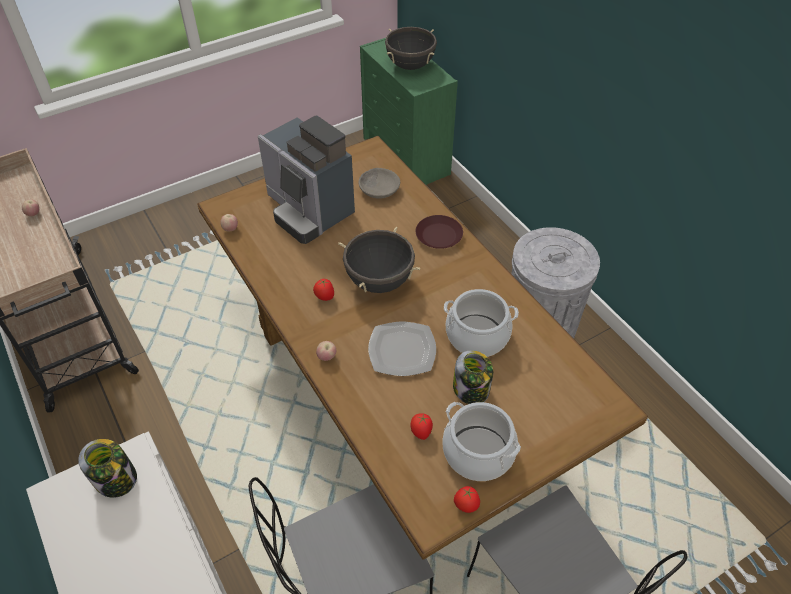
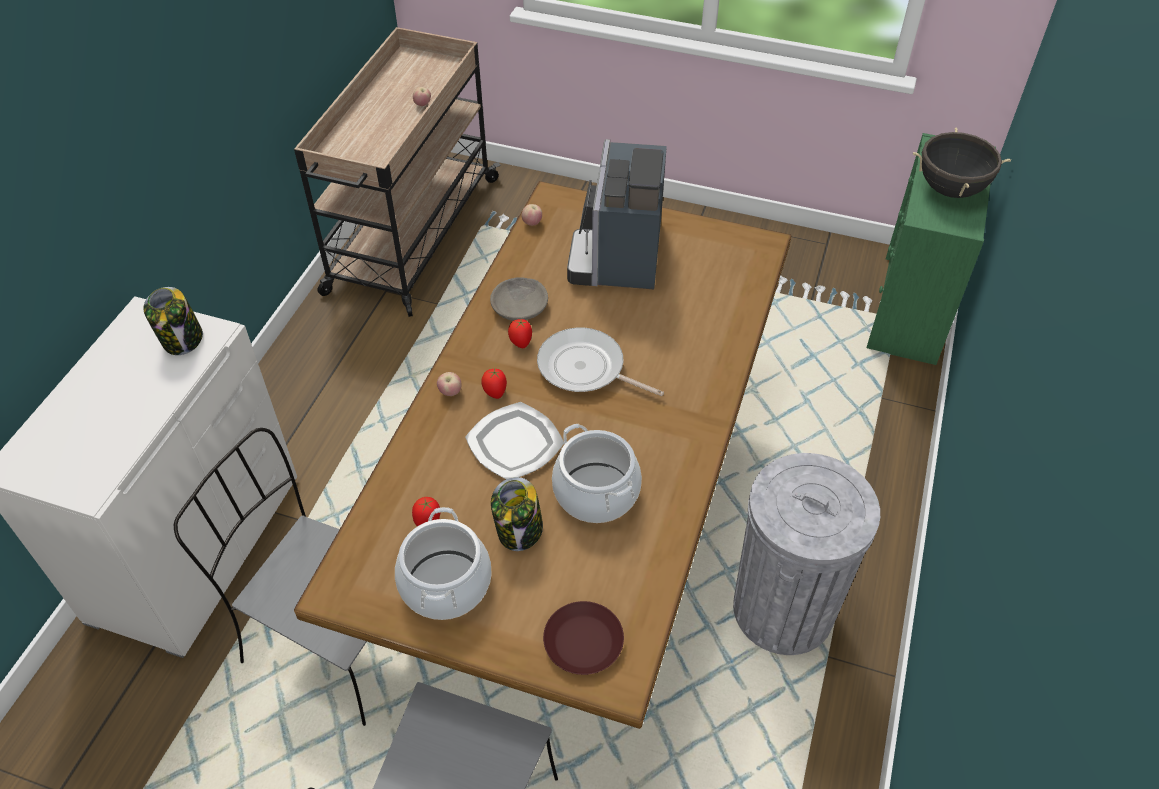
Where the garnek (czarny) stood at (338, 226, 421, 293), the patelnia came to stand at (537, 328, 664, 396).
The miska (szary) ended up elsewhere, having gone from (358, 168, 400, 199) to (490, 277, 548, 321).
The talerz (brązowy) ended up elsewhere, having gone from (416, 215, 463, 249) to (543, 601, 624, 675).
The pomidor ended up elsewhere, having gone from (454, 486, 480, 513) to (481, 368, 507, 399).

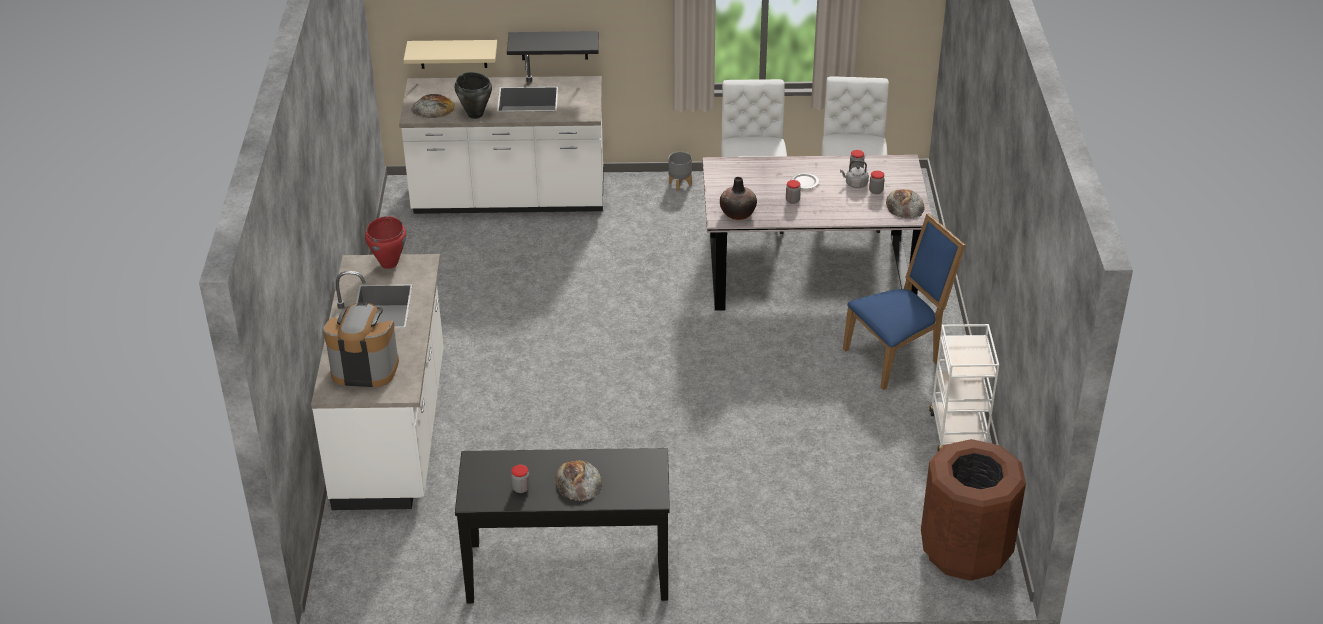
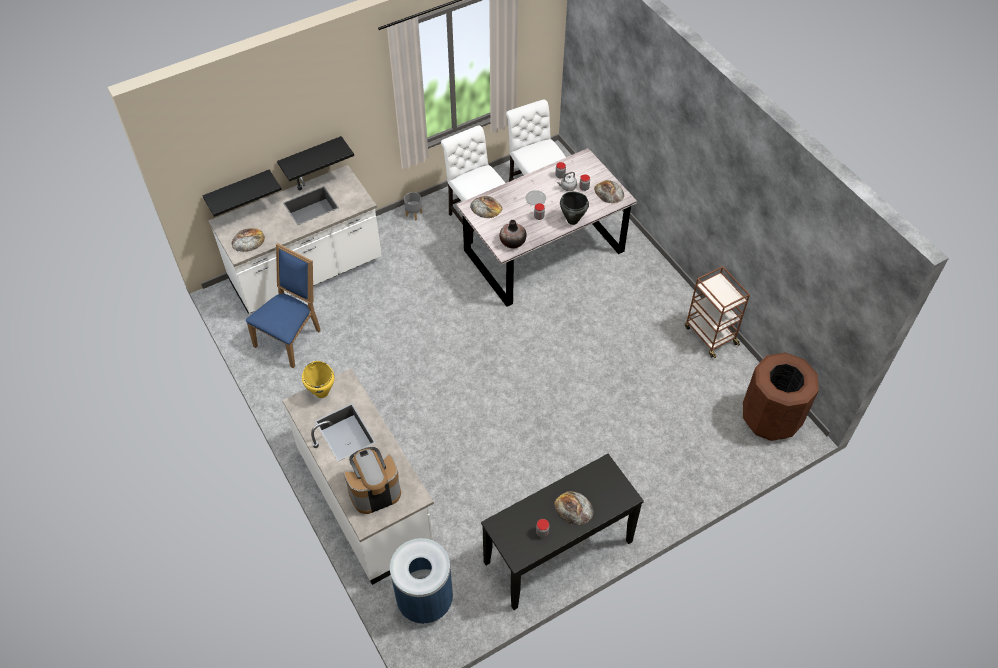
What was the garnek (czerwony) at (365, 216, 406, 269) turned into the garnek (żółty) at (302, 361, 335, 398).
What was the półka (beżowy) at (403, 40, 497, 69) turned into the półka (czarny) at (202, 170, 282, 217).
The garnek (czarny) ended up elsewhere, having gone from (455, 72, 492, 119) to (560, 191, 589, 225).
The krzesło (niebieski) ended up elsewhere, having gone from (843, 214, 966, 390) to (246, 243, 321, 368).
What was the wózek (biały) at (929, 324, 999, 451) turned into the wózek (brązowy) at (685, 266, 750, 359).
The second view gained the kosz na śmieci (niebieski) at (390, 538, 453, 624).
The second view gained the chleb at (470, 196, 502, 218).

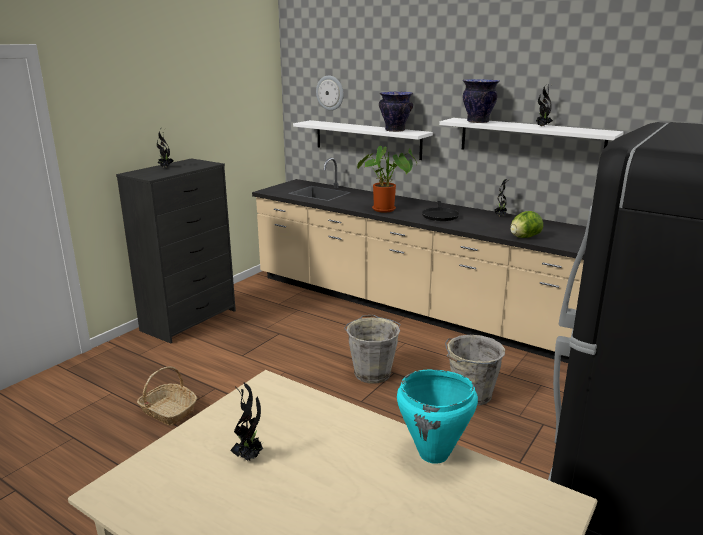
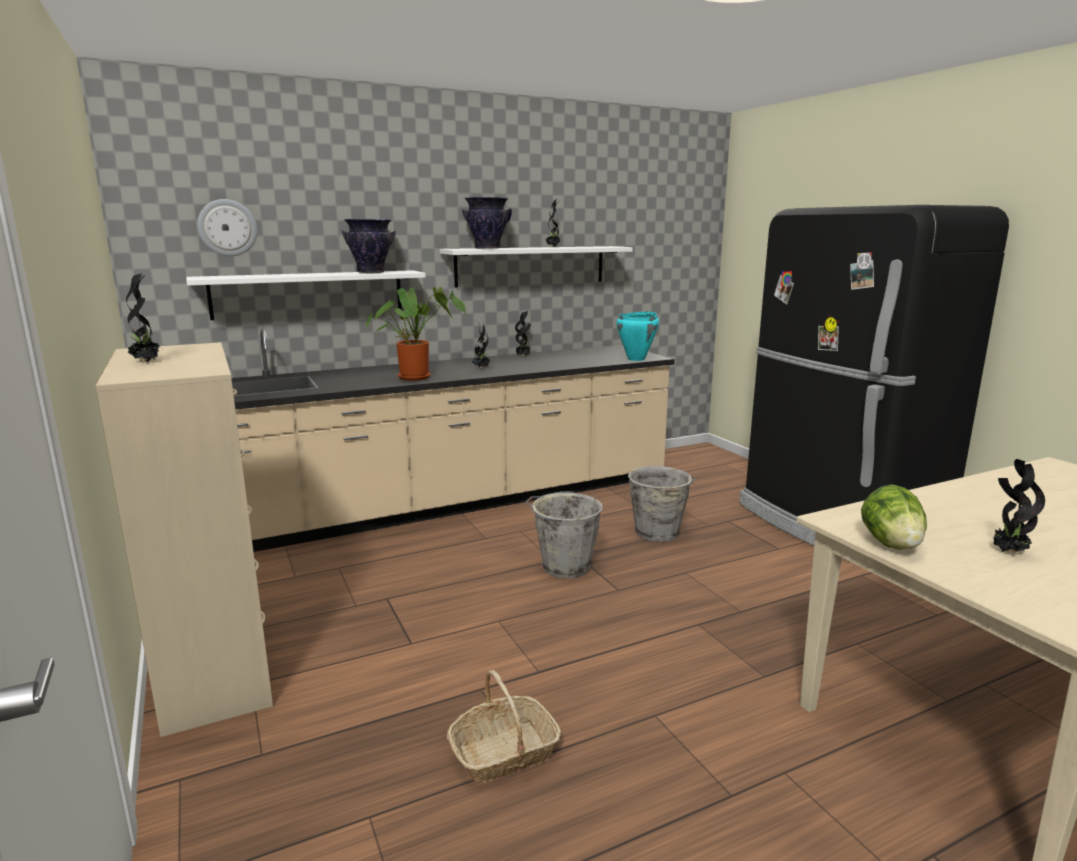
What was the komoda (czarny) at (116, 158, 236, 344) turned into the komoda (beżowy) at (95, 342, 273, 737).
The garnek (turkusowy) ended up elsewhere, having gone from (397, 369, 478, 464) to (617, 312, 659, 361).
Where the patelnia (czarny) stood at (422, 201, 460, 221), the roślina doniczkowa came to stand at (472, 321, 491, 368).
The sałata ended up elsewhere, having gone from (510, 211, 543, 238) to (861, 485, 927, 550).

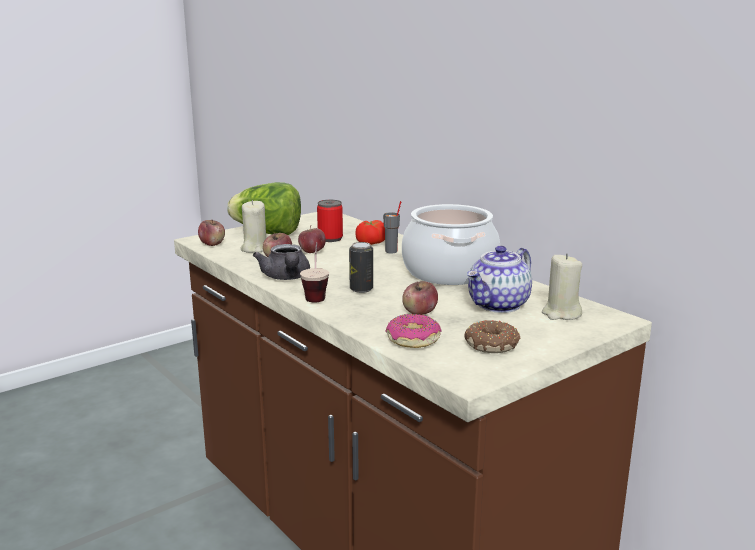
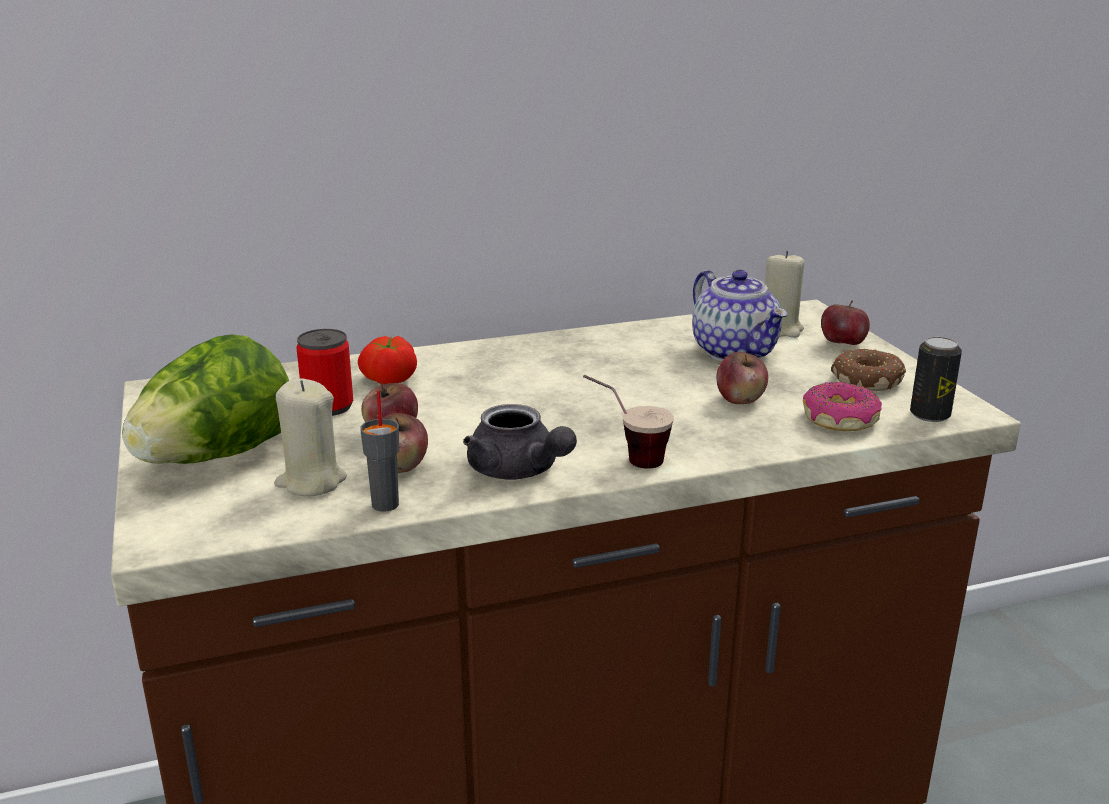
The jabłko ended up elsewhere, having gone from (198, 220, 225, 246) to (821, 300, 870, 345).
The imbryk (szary) at (253, 244, 310, 280) ended up facing another way, 45 degrees clockwise from before.
The puszka ended up elsewhere, having gone from (349, 242, 373, 293) to (910, 337, 962, 422).
The filiżanka (szary) ended up elsewhere, having gone from (383, 201, 402, 254) to (360, 391, 399, 512).
The second view lost the garnek at (402, 204, 500, 285).

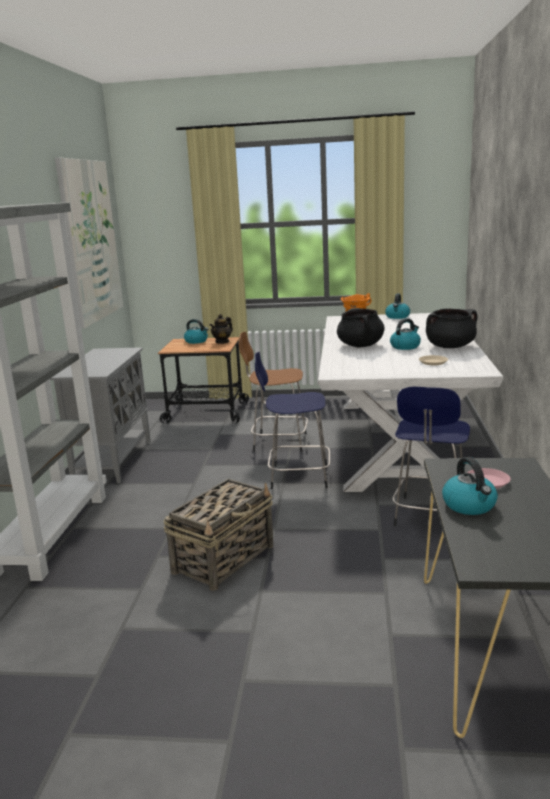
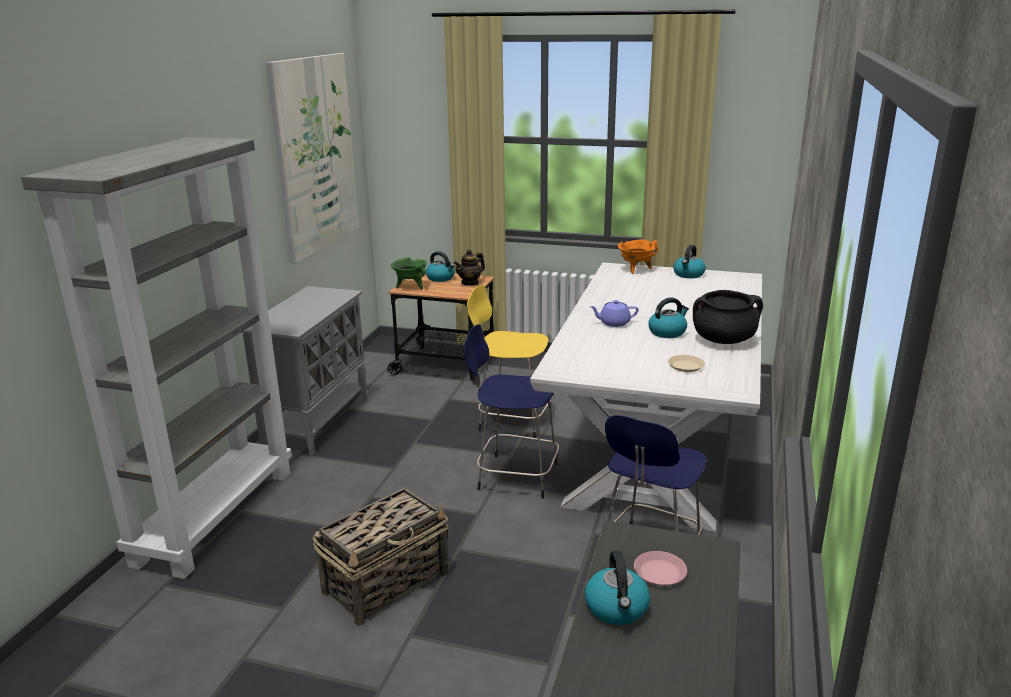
What was the stołek (brązowy) at (239, 332, 308, 452) turned into the stołek (żółty) at (467, 285, 553, 438).
Where the garnek (czarny) stood at (337, 308, 384, 347), the imbryk (fioletowy) came to stand at (589, 300, 639, 327).
The second view gained the garnek (zielony) at (391, 257, 427, 290).

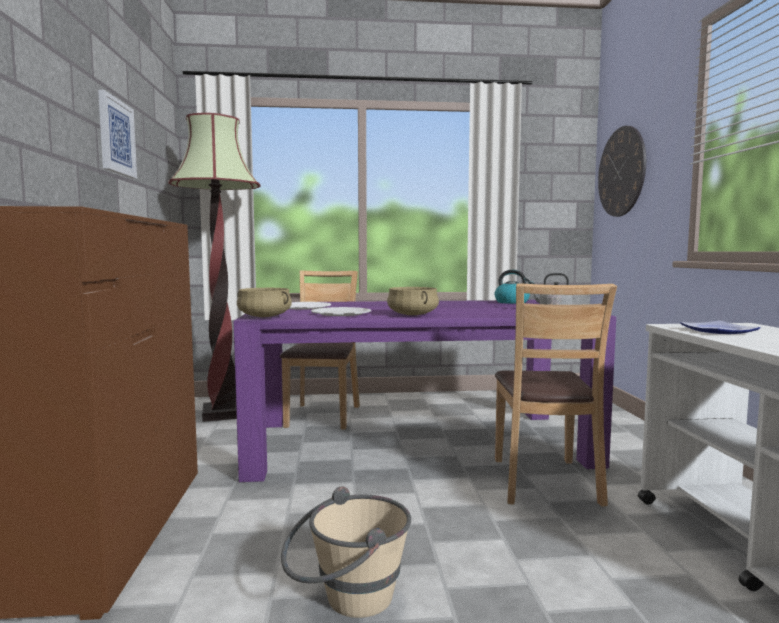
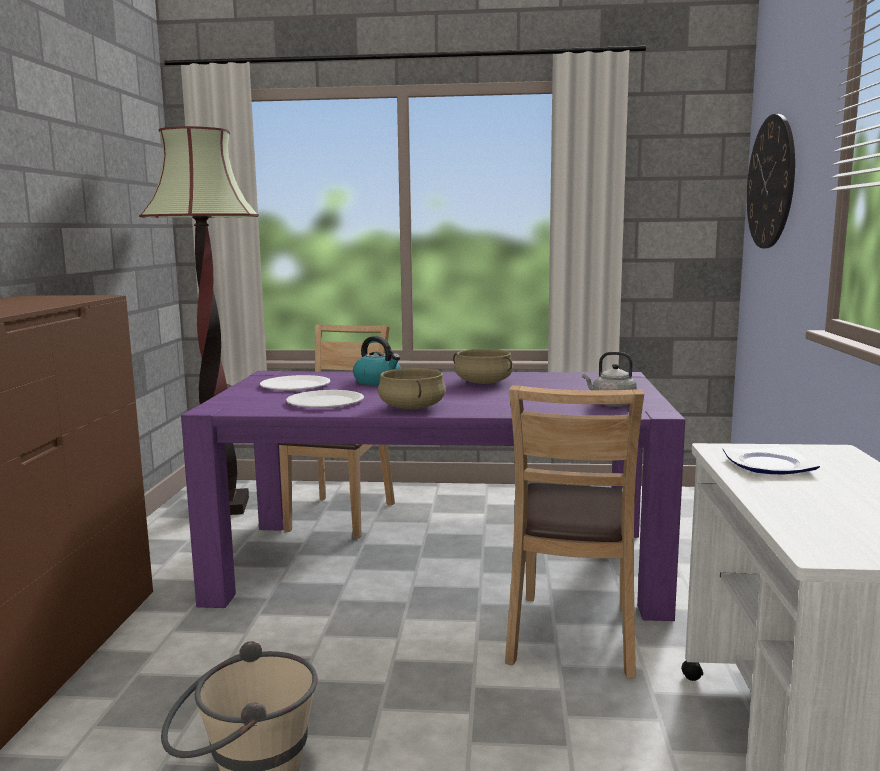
The second view lost the obraz at (98, 90, 137, 179).
The garnek (beżowy) ended up elsewhere, having gone from (237, 288, 292, 317) to (453, 349, 513, 384).
The czajnik ended up elsewhere, having gone from (495, 270, 535, 304) to (353, 336, 401, 385).

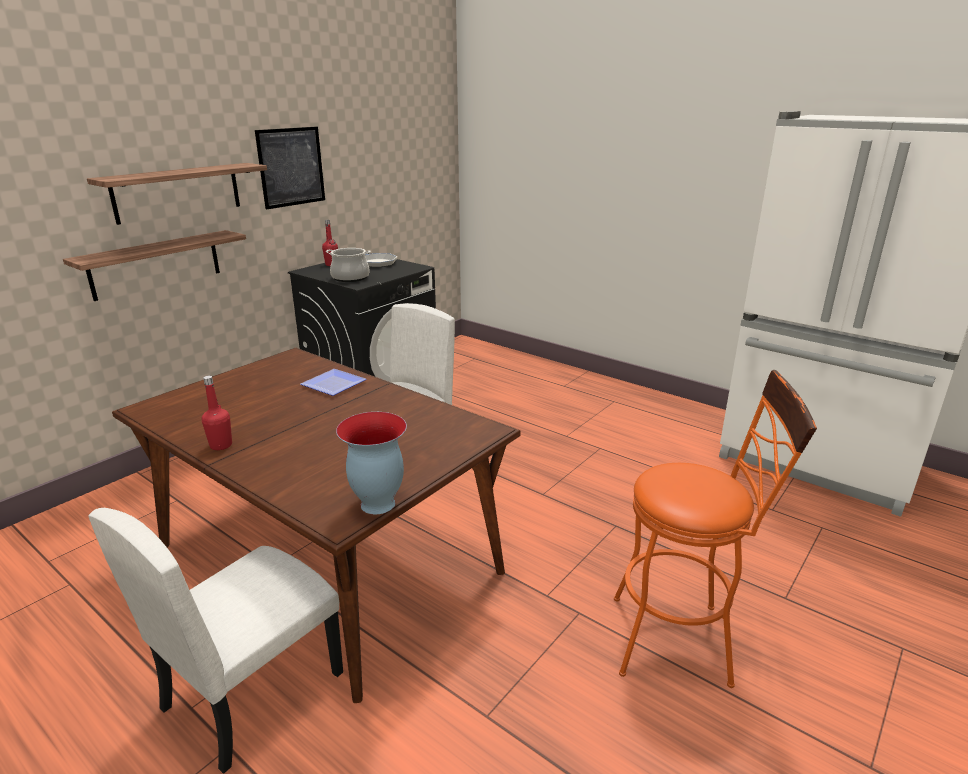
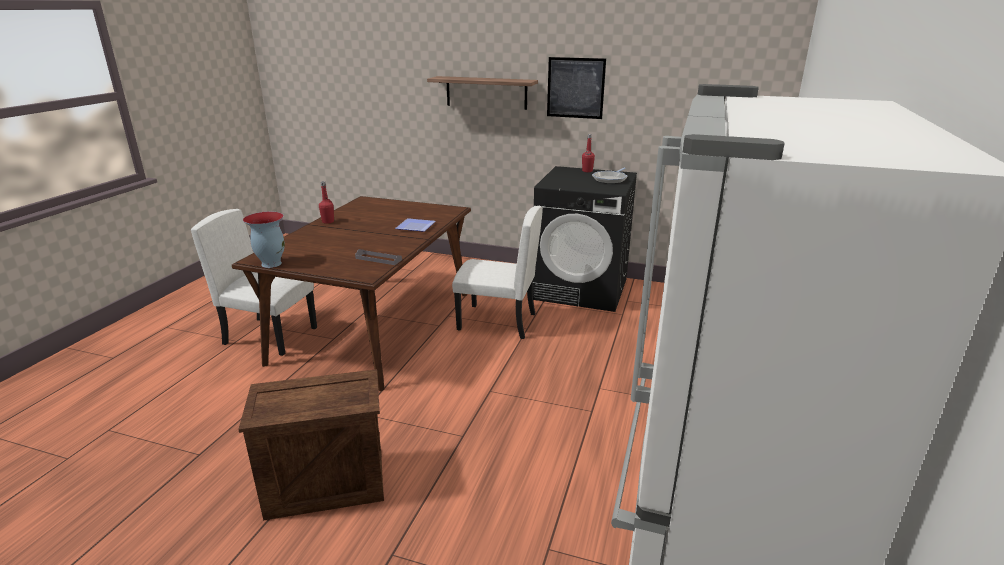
The second view lost the półka at (63, 230, 246, 301).
The second view lost the garnek at (326, 248, 371, 282).
Where the stołek (pomarańczowy) stood at (614, 370, 817, 688), the skrzynka came to stand at (238, 369, 384, 520).
The second view gained the taca (szary) at (355, 249, 402, 265).

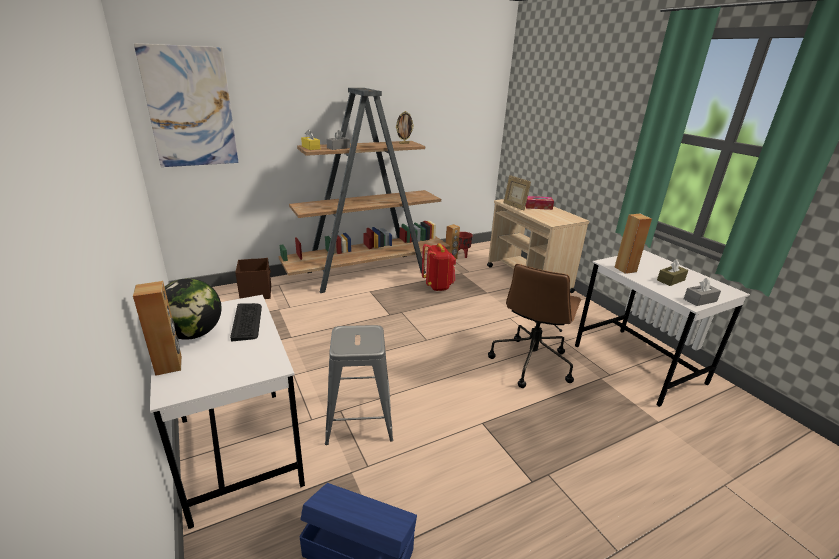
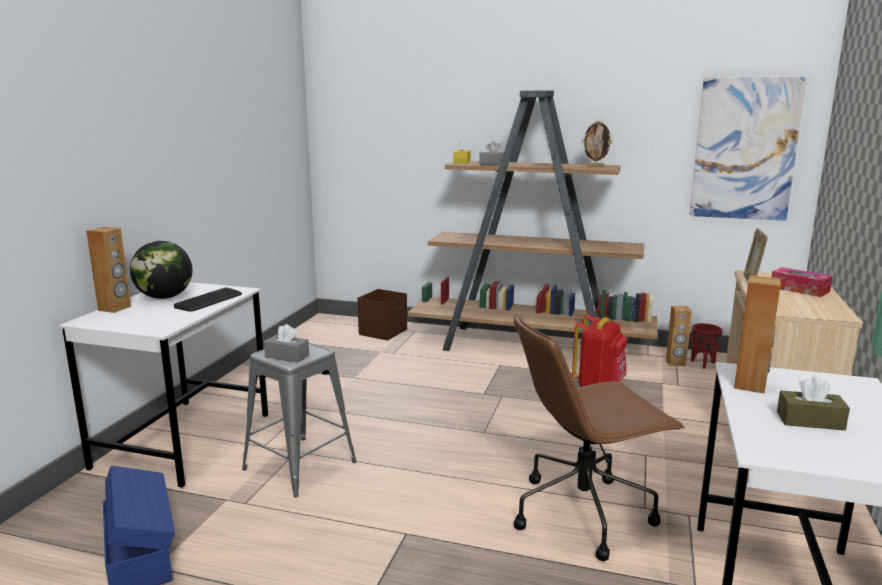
The obraz ended up elsewhere, having gone from (134, 43, 239, 167) to (690, 77, 807, 221).
The pudełko chusteczek (szary) ended up elsewhere, having gone from (684, 278, 721, 306) to (264, 324, 309, 363).

